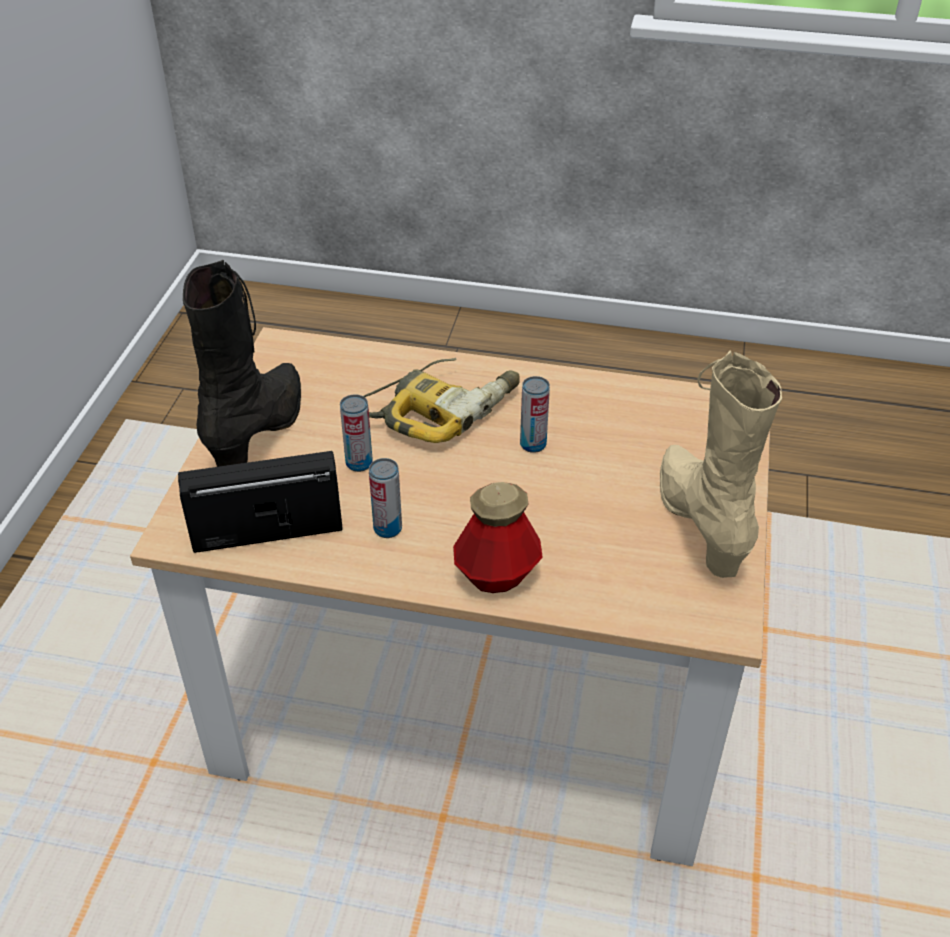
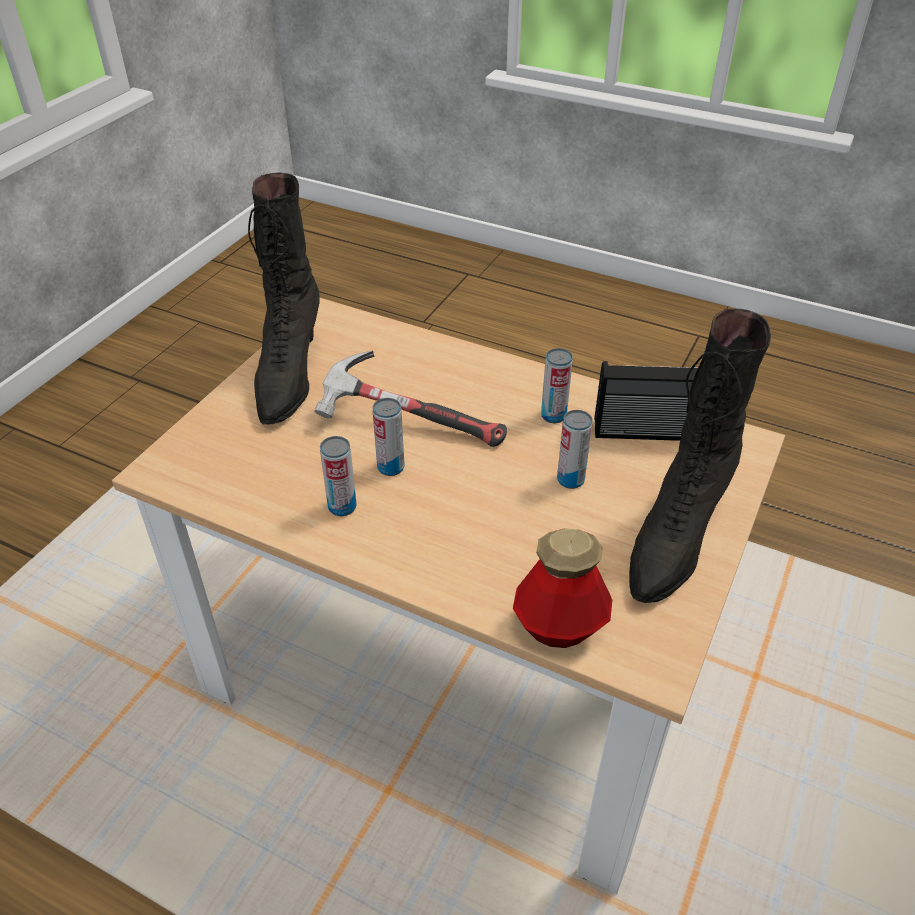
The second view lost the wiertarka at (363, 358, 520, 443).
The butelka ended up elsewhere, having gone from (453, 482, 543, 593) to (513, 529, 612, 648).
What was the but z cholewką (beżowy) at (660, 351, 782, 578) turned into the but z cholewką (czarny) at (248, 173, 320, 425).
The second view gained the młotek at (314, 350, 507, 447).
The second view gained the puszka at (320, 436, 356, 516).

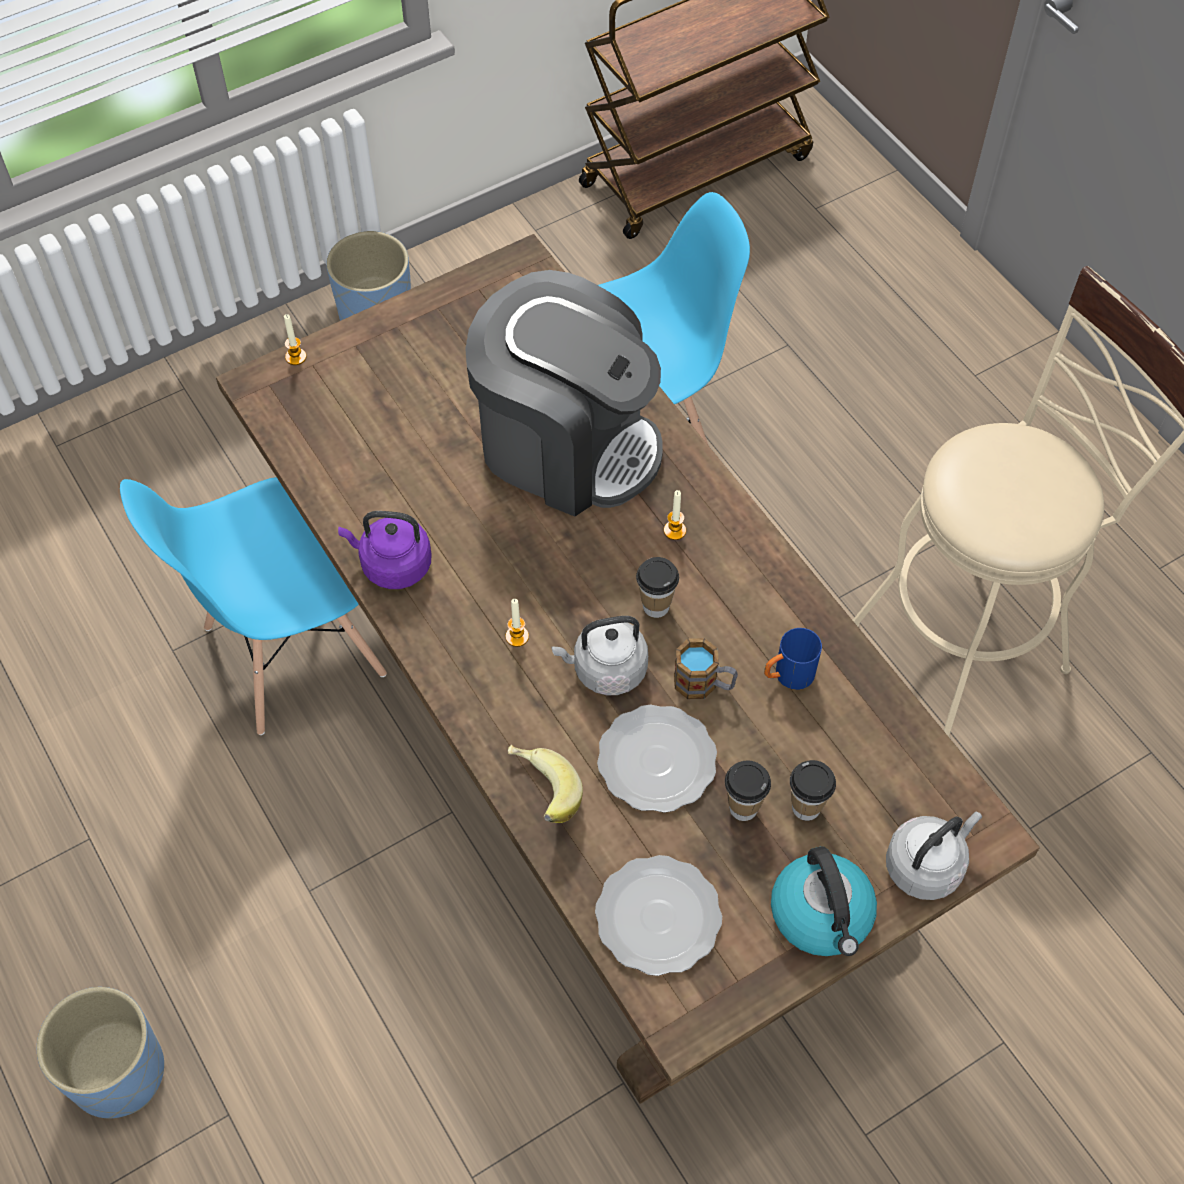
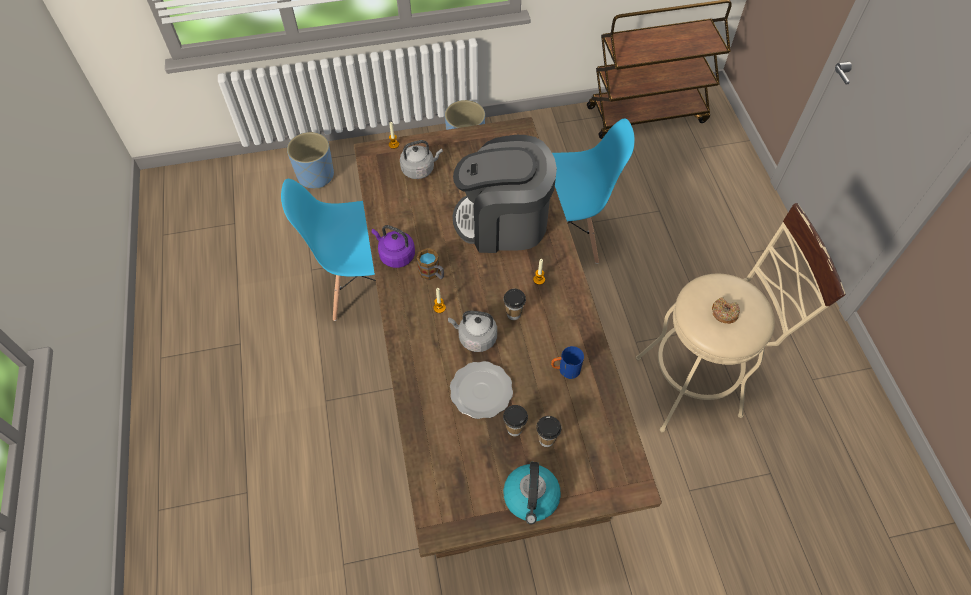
The donica (niebieski) ended up elsewhere, having gone from (37, 987, 164, 1119) to (287, 132, 334, 189).
The ekspres do kawy at (465, 270, 663, 516) ended up facing another way, 135 degrees clockwise from before.
The second view lost the banan at (508, 745, 583, 823).
The second view lost the talerz at (595, 855, 722, 976).
The kubek ended up elsewhere, having gone from (674, 638, 738, 699) to (416, 248, 444, 280).
The czajnik (szary) ended up elsewhere, having gone from (886, 812, 982, 900) to (400, 140, 443, 179).
The second view gained the donut at (712, 297, 740, 324).

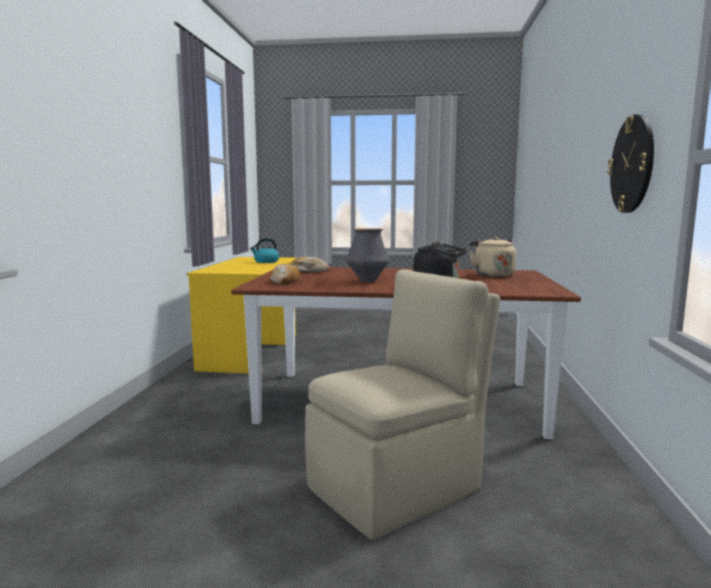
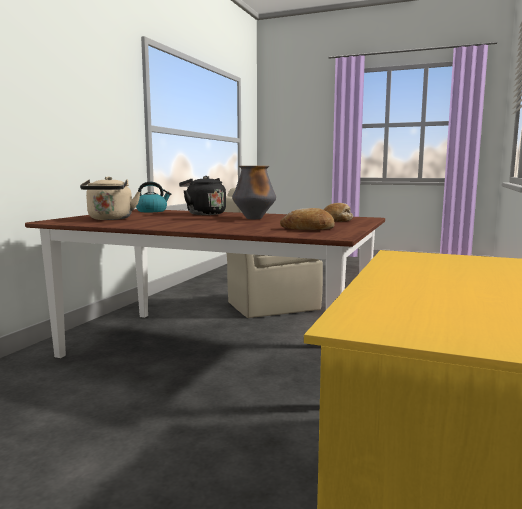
The czajnik ended up elsewhere, having gone from (250, 238, 279, 263) to (136, 182, 171, 212).
The second view lost the zegar ścienny at (607, 114, 654, 213).

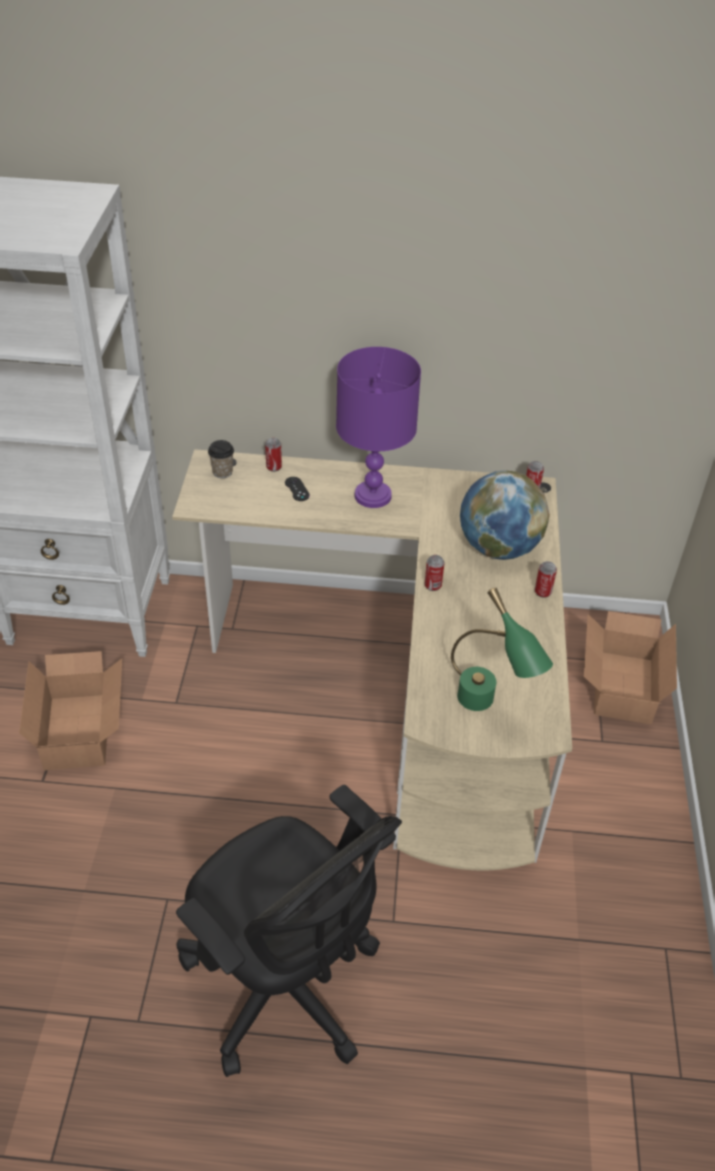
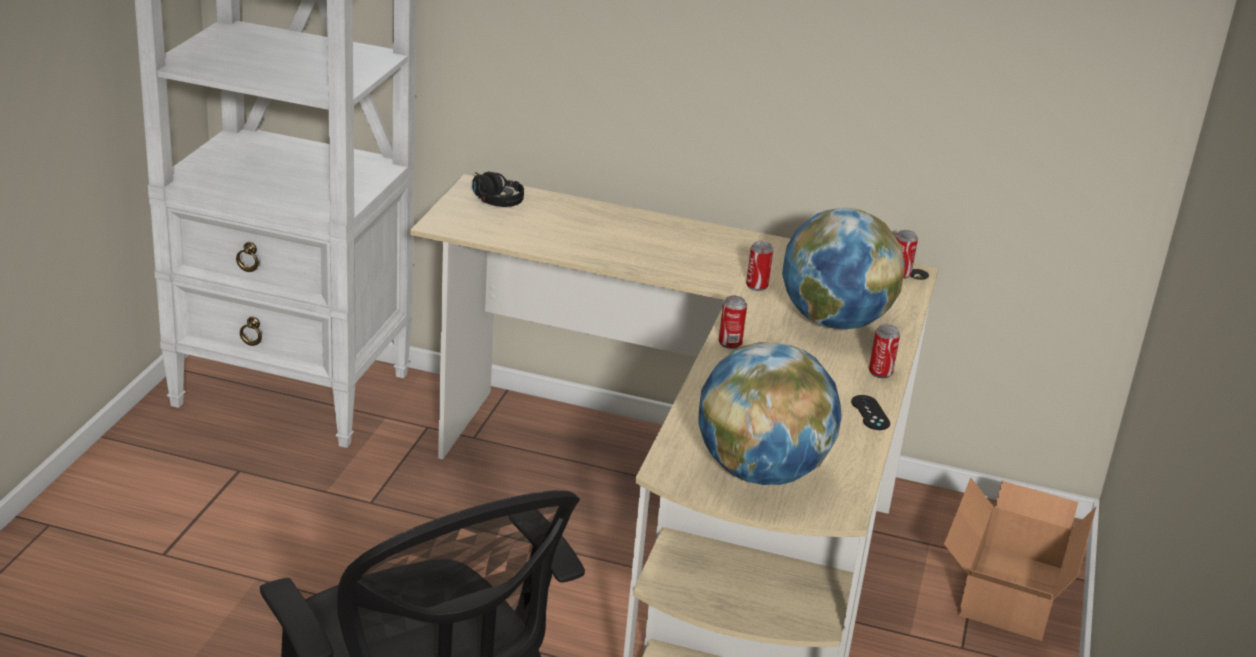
The second view lost the karton at (19, 651, 122, 770).
Where the filiżanka stood at (208, 440, 234, 478), the słuchawki (czarny) came to stand at (472, 172, 524, 207).
The puszka ended up elsewhere, having gone from (265, 438, 282, 472) to (746, 241, 773, 291).
The pad do gier (czarny) ended up elsewhere, having gone from (285, 477, 310, 501) to (851, 395, 890, 430).
The second view lost the lampa stołowa (fioletowy) at (336, 347, 421, 508).
Where the lampa stołowa (zielony) stood at (451, 588, 553, 711), the globus came to stand at (698, 342, 842, 485).

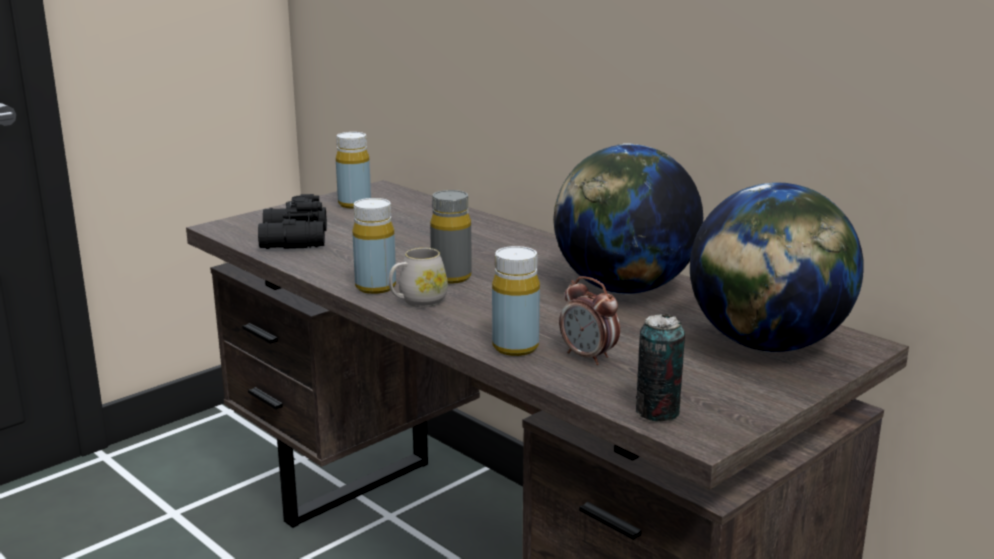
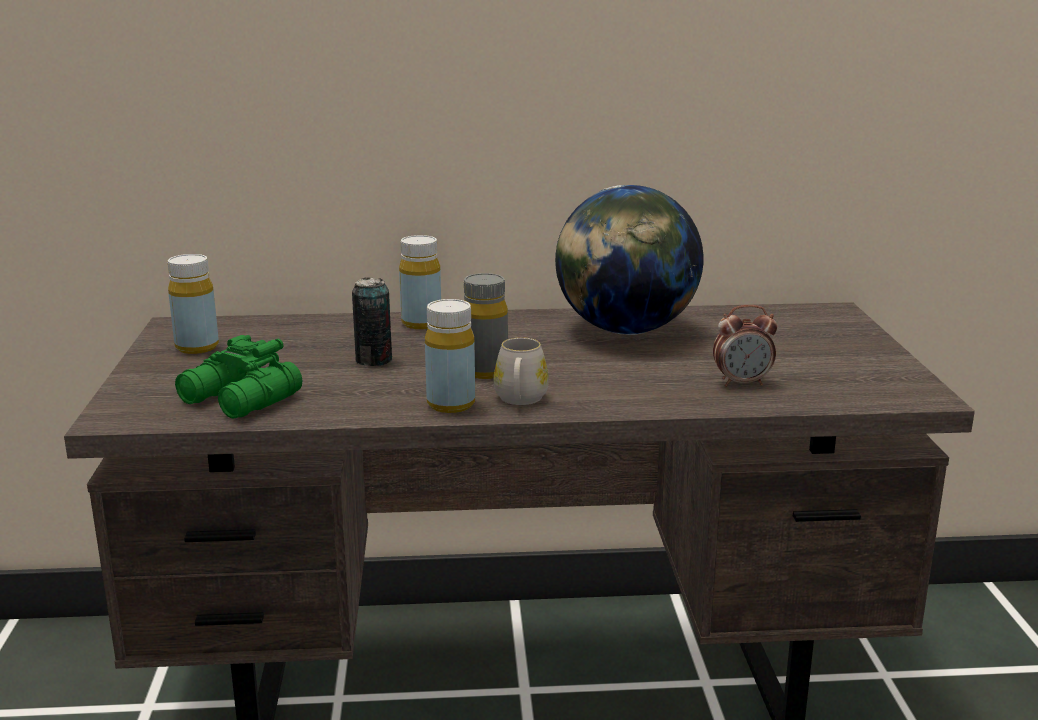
What was the lornetka (czarny) at (258, 194, 327, 249) turned into the lornetka (zielony) at (175, 335, 302, 419).
The butelka (żółty) ended up elsewhere, having gone from (492, 246, 540, 356) to (399, 235, 441, 329).
The puszka ended up elsewhere, having gone from (636, 314, 685, 422) to (352, 277, 392, 366).
The second view lost the globus at (690, 182, 864, 353).

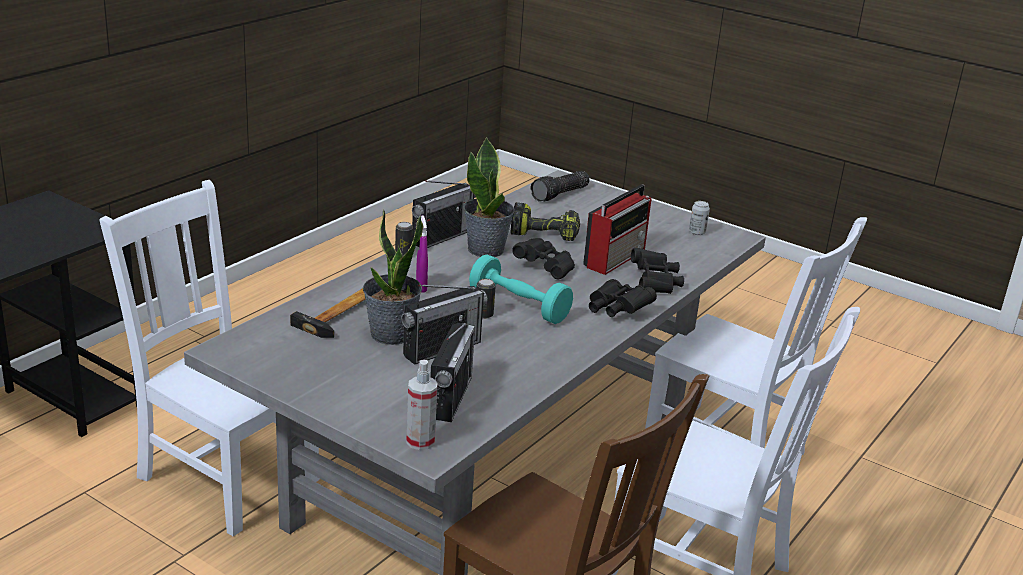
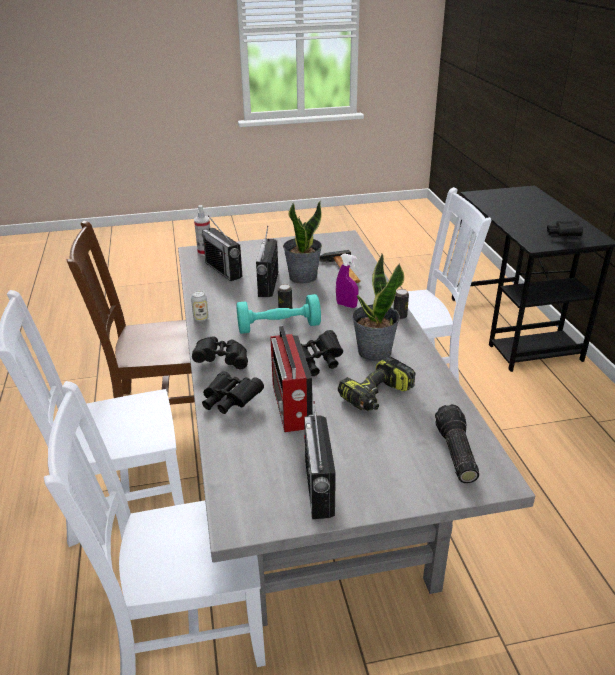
The radio ended up elsewhere, having gone from (412, 180, 476, 248) to (304, 401, 336, 519).
The puszka ended up elsewhere, having gone from (689, 201, 710, 235) to (191, 291, 209, 321).
The second view gained the lornetka (czarny) at (547, 220, 583, 236).

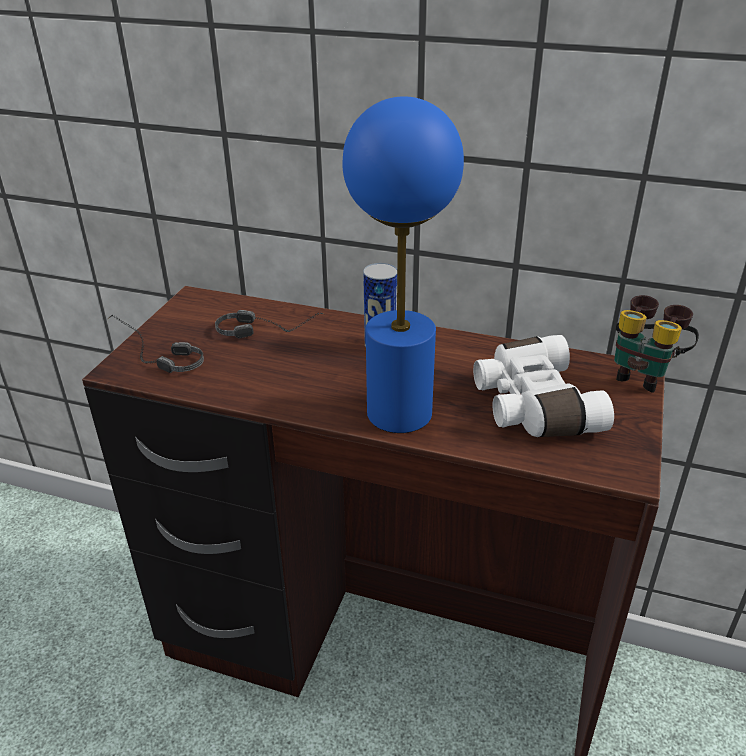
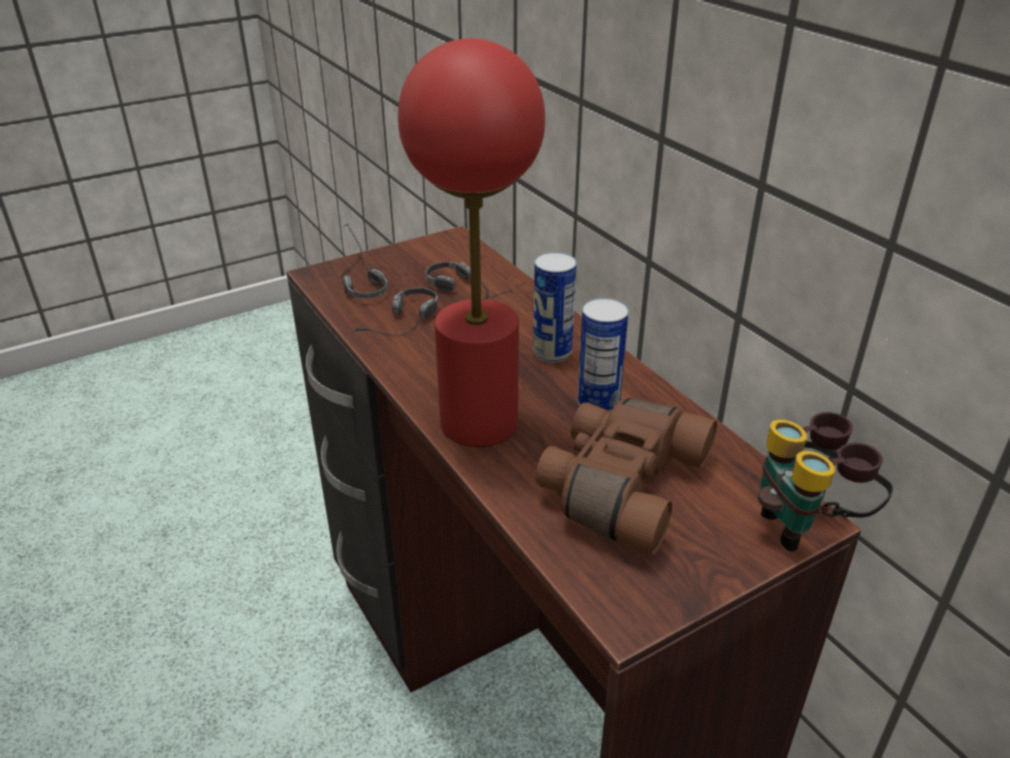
What was the lampa stołowa (niebieski) at (343, 96, 464, 433) turned into the lampa stołowa (czerwony) at (398, 38, 545, 447).
What was the lornetka (biały) at (473, 335, 614, 437) turned into the lornetka (brązowy) at (536, 398, 717, 555).
The second view gained the słuchawki at (354, 287, 438, 337).
The second view gained the puszka at (577, 298, 629, 413).

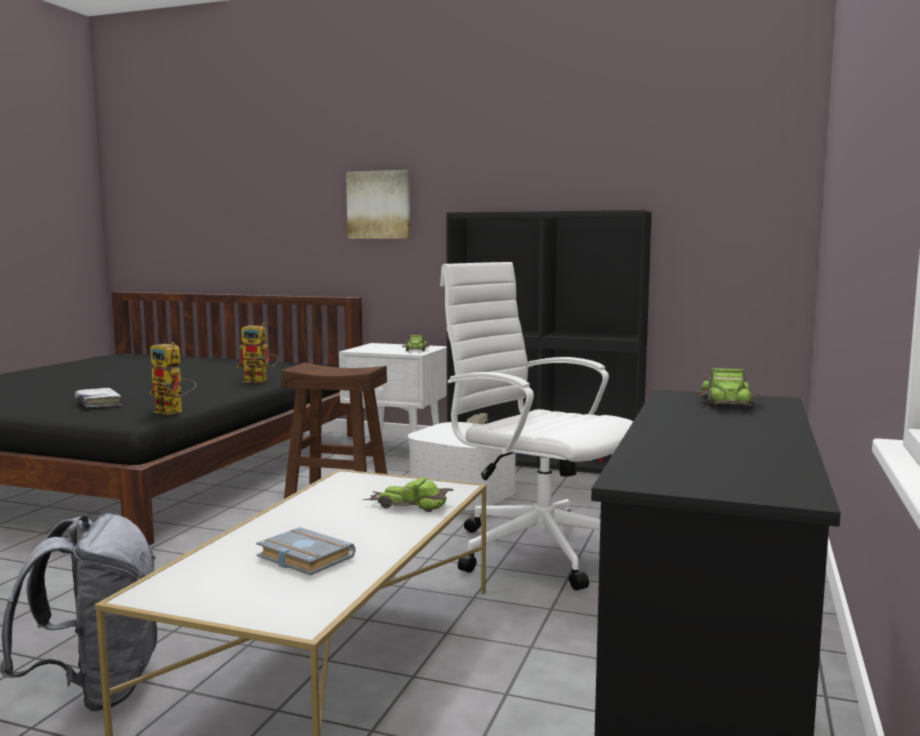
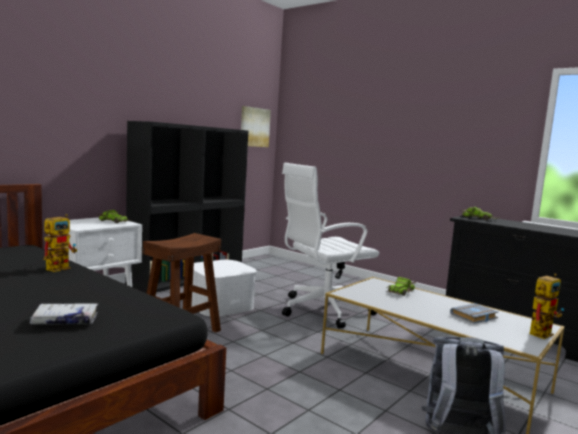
The robot zabawkowy ended up elsewhere, having gone from (150, 342, 196, 415) to (529, 273, 564, 339).
The obraz ended up elsewhere, having gone from (346, 170, 410, 239) to (241, 106, 271, 147).

